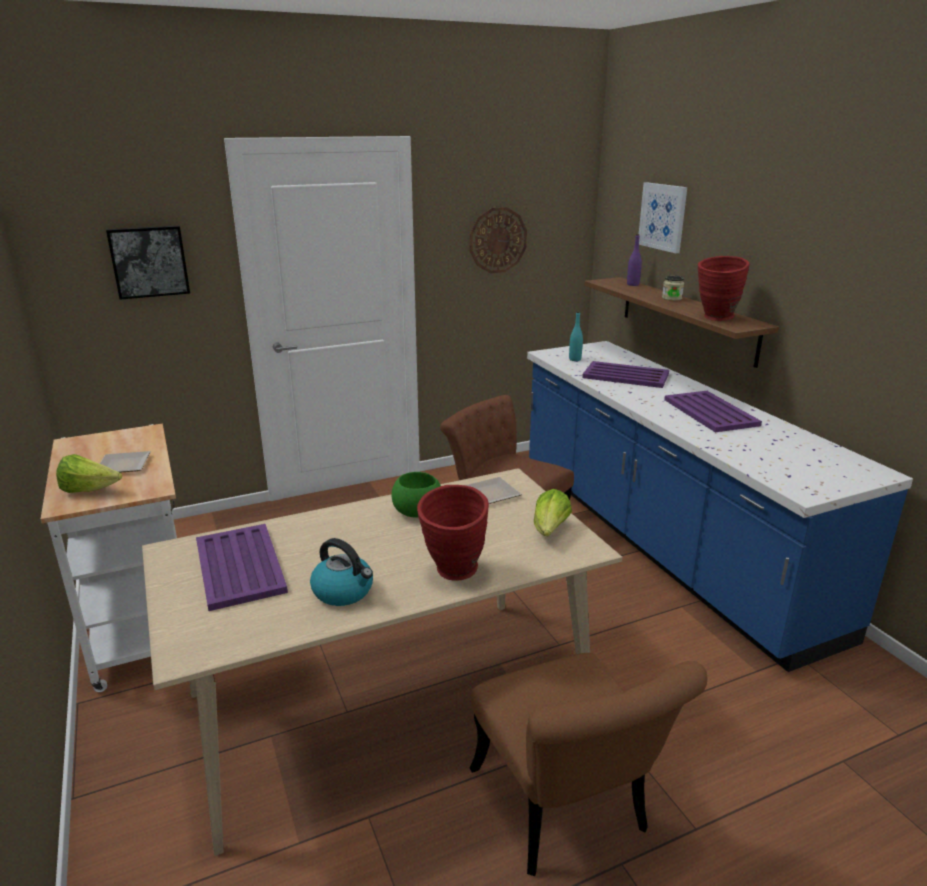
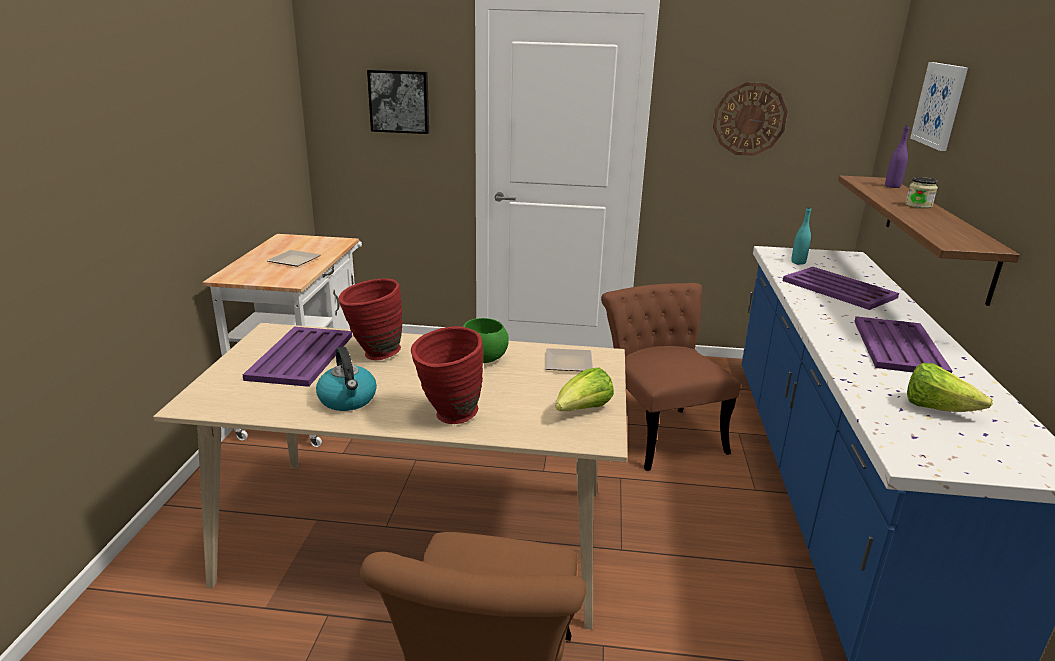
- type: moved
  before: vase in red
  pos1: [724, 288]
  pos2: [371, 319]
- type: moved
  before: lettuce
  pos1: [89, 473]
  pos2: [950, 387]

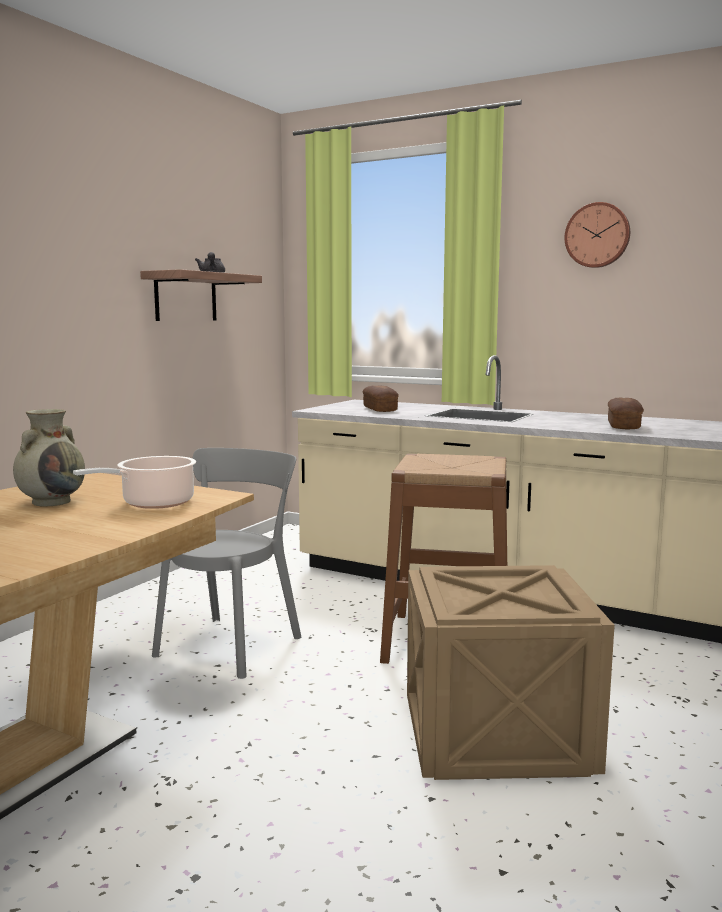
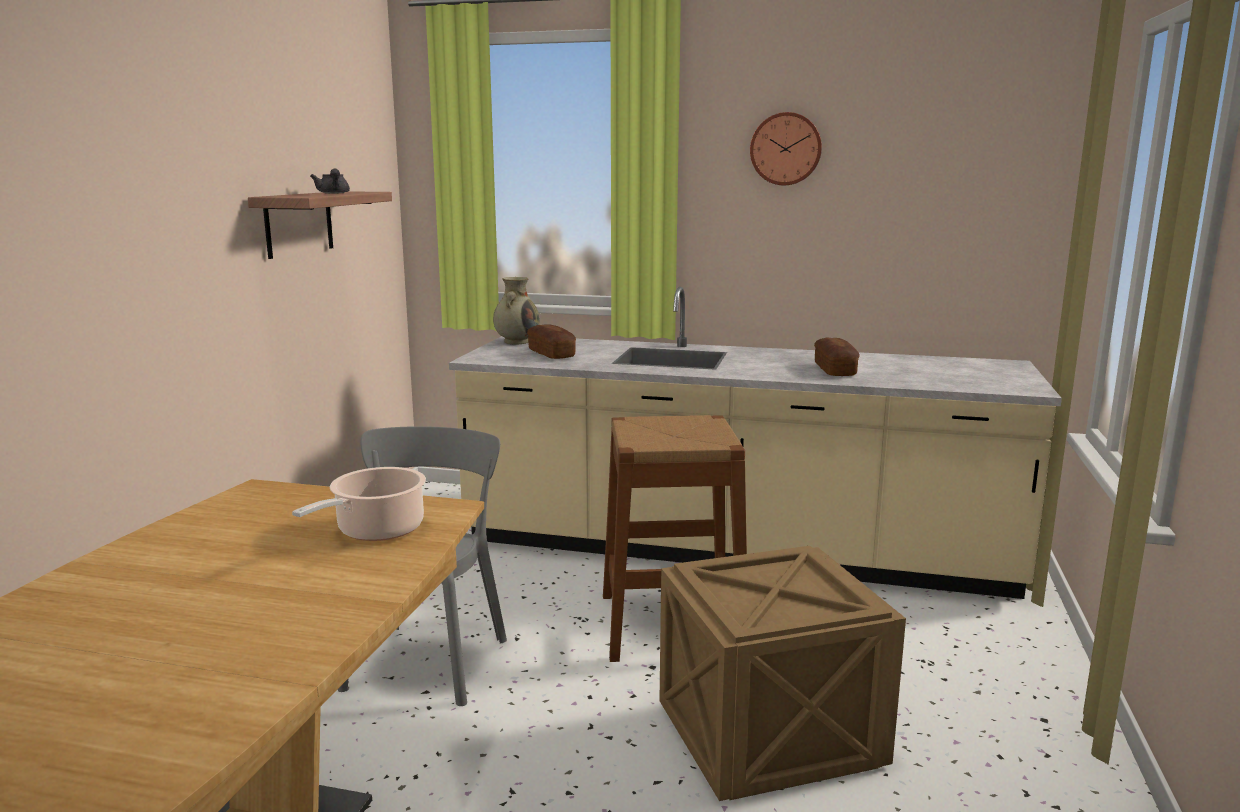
- type: moved
  before: vase in beige
  pos1: [49, 458]
  pos2: [516, 311]

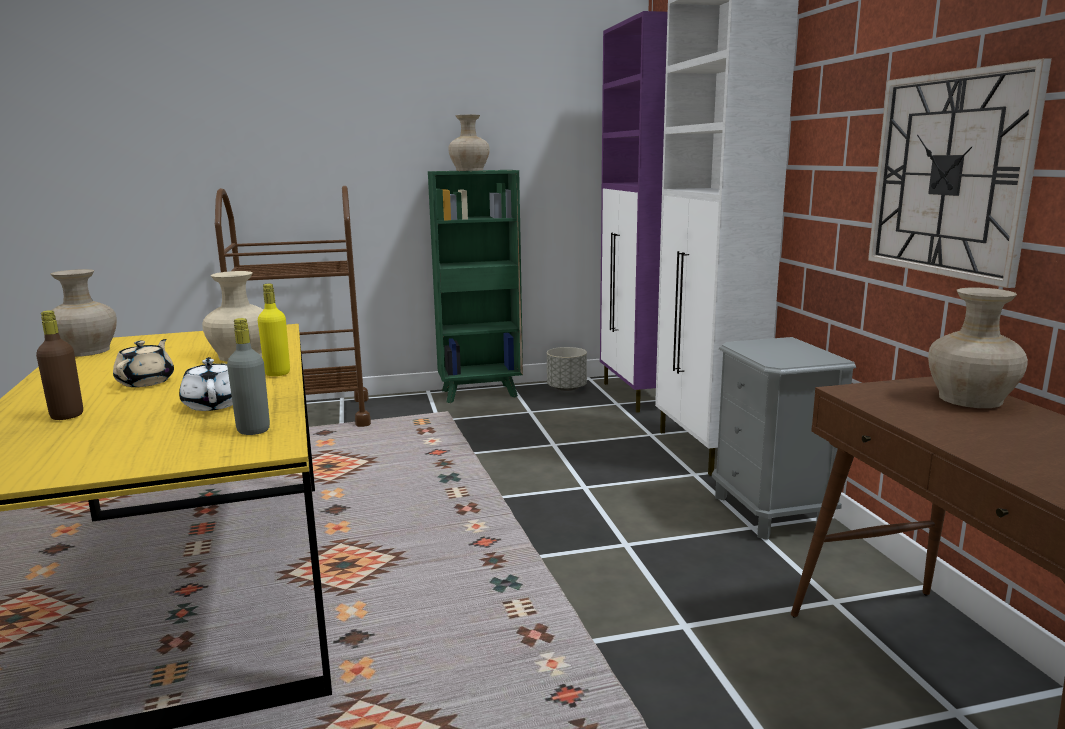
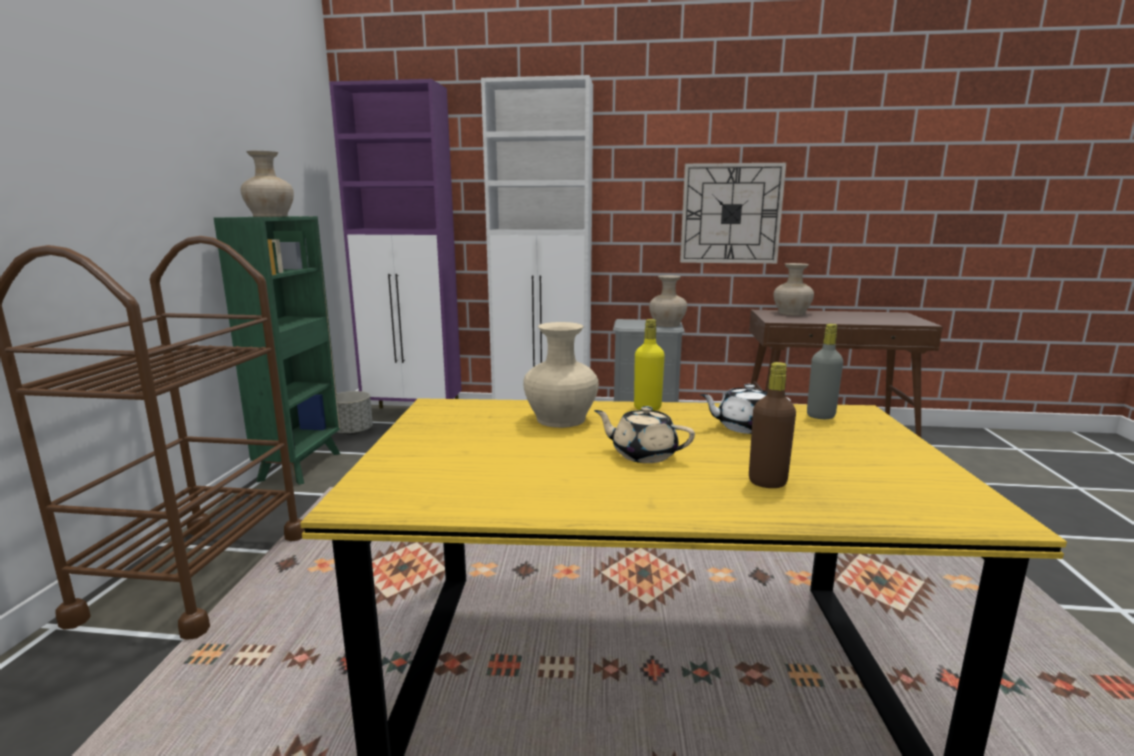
- type: moved
  before: vase in beige
  pos1: [83, 313]
  pos2: [668, 301]

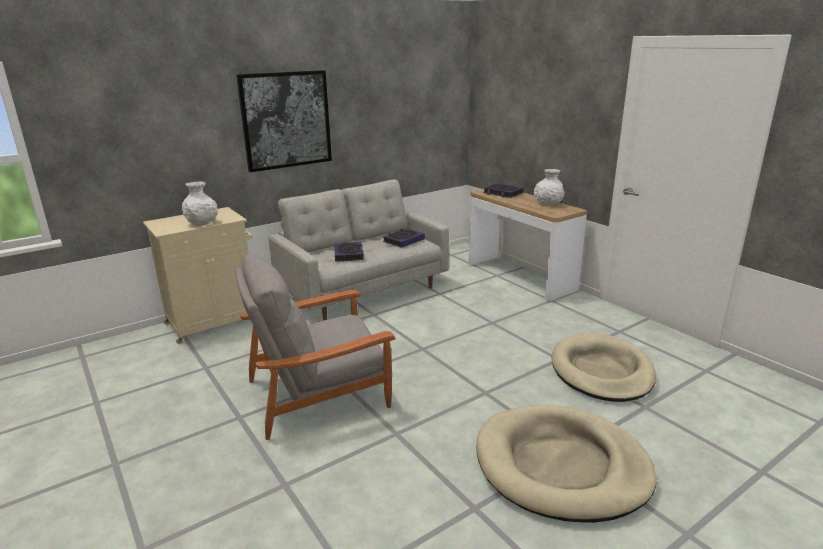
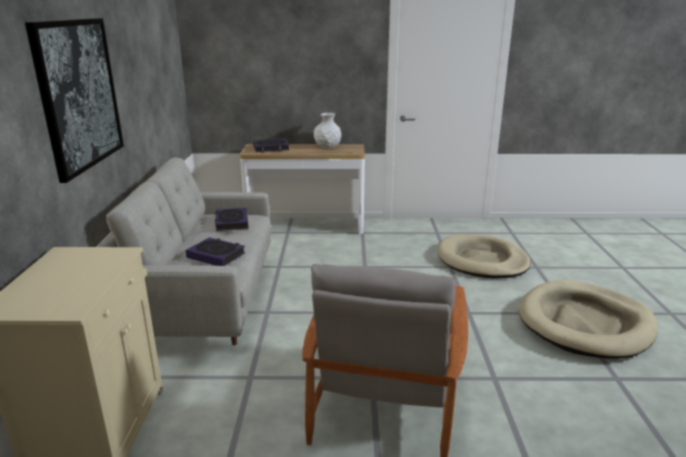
- type: removed
  before: vase in white
  pos1: [200, 204]

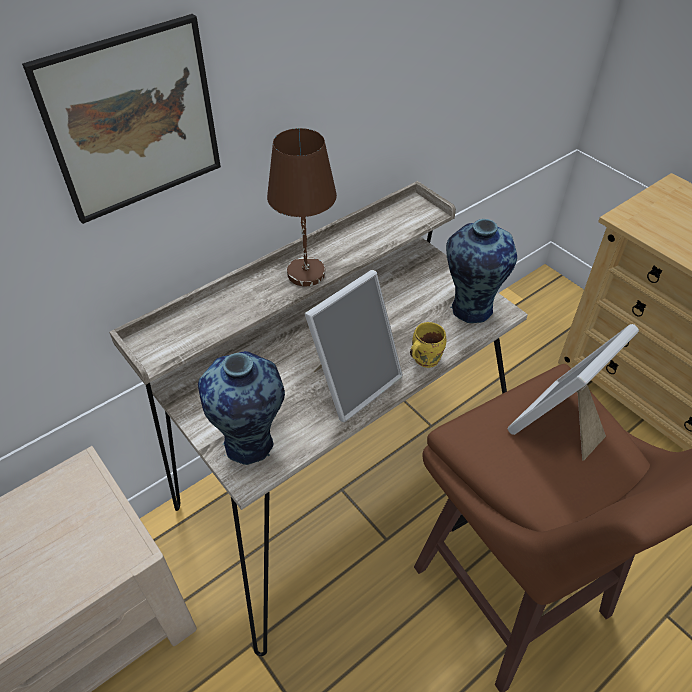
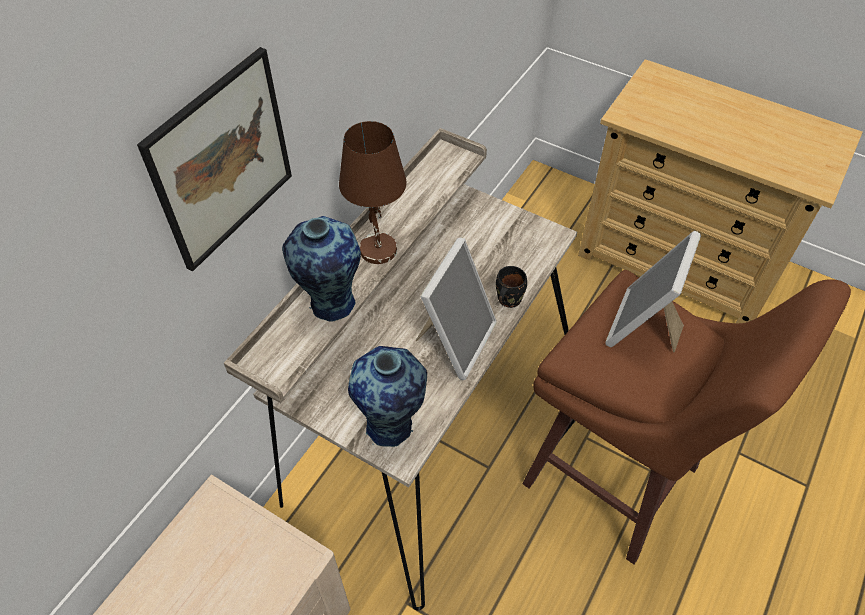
- type: moved
  before: vase
  pos1: [481, 271]
  pos2: [321, 269]
- type: recoloured
  before: mug in yellow
  after: mug in black
  pos1: [428, 345]
  pos2: [511, 287]

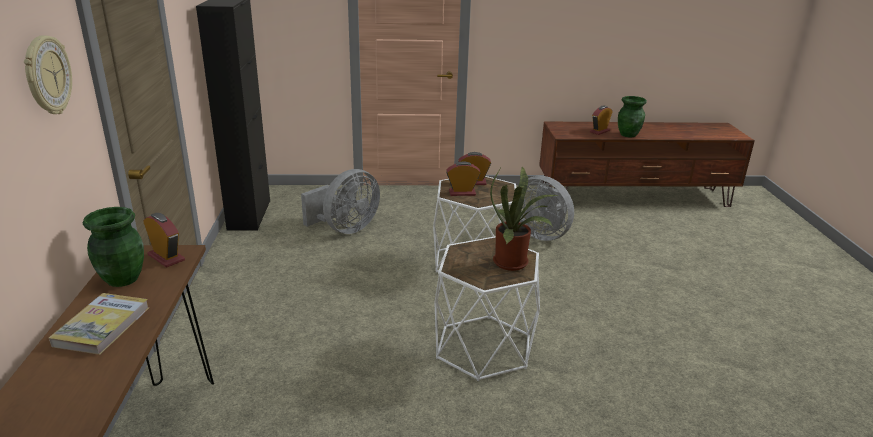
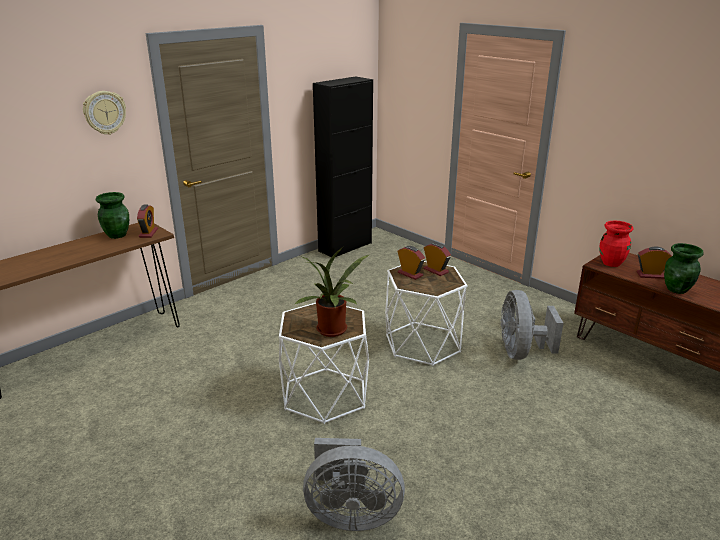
- type: moved
  before: fan in grey
  pos1: [340, 201]
  pos2: [354, 484]
- type: removed
  before: book
  pos1: [99, 324]
- type: added
  after: vase in red
  pos2: [616, 243]

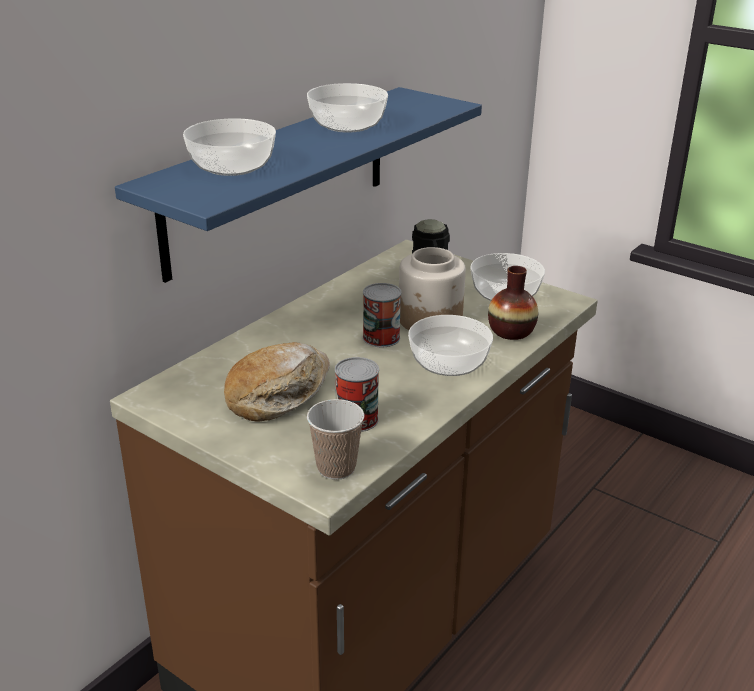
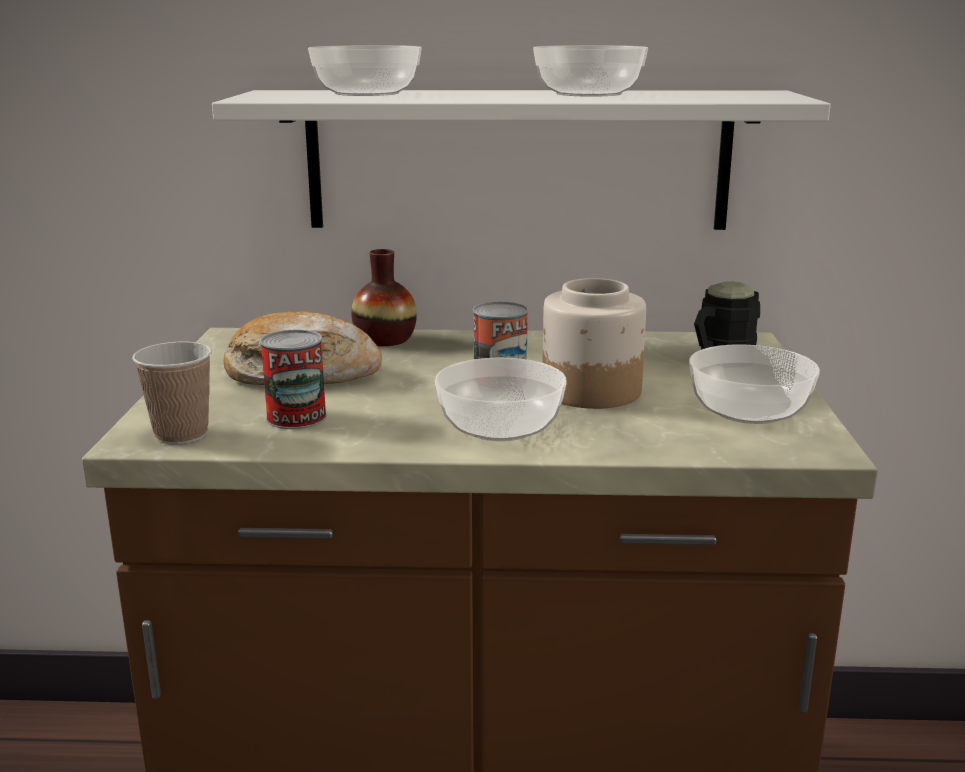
- type: recoloured
  before: shelf in blue
  after: shelf in white
  pos1: [298, 185]
  pos2: [521, 160]
- type: moved
  before: vase
  pos1: [513, 303]
  pos2: [384, 297]

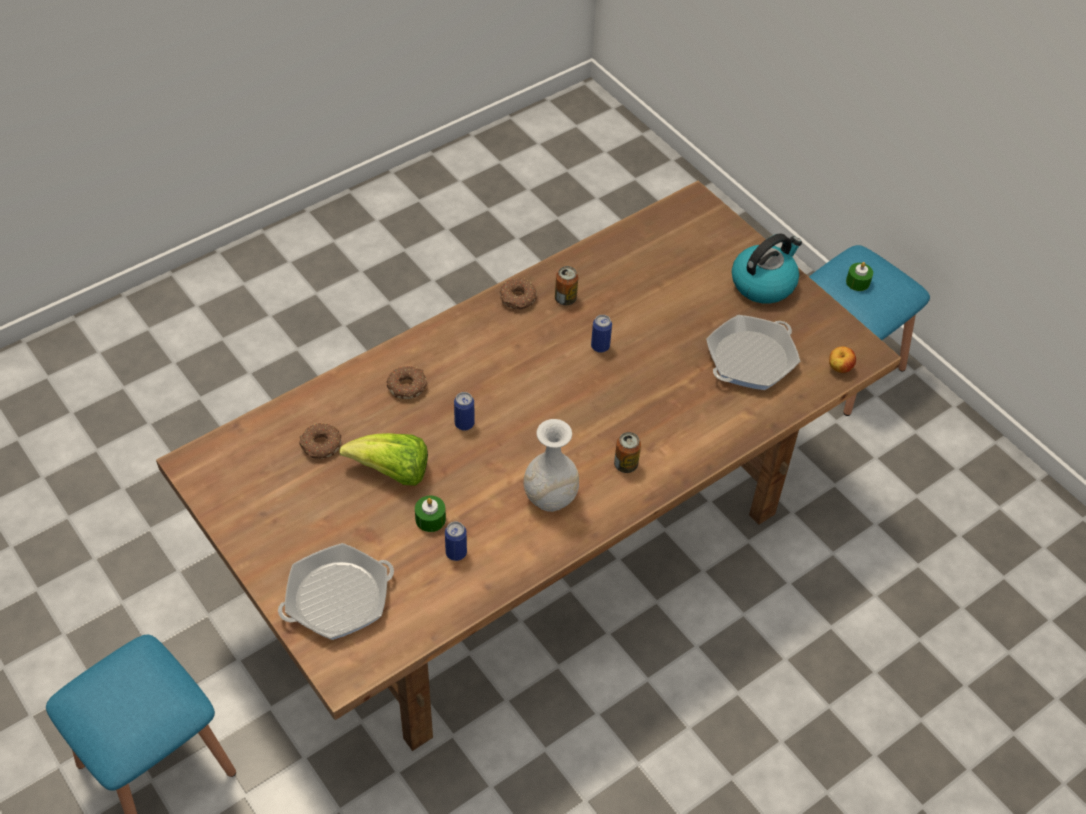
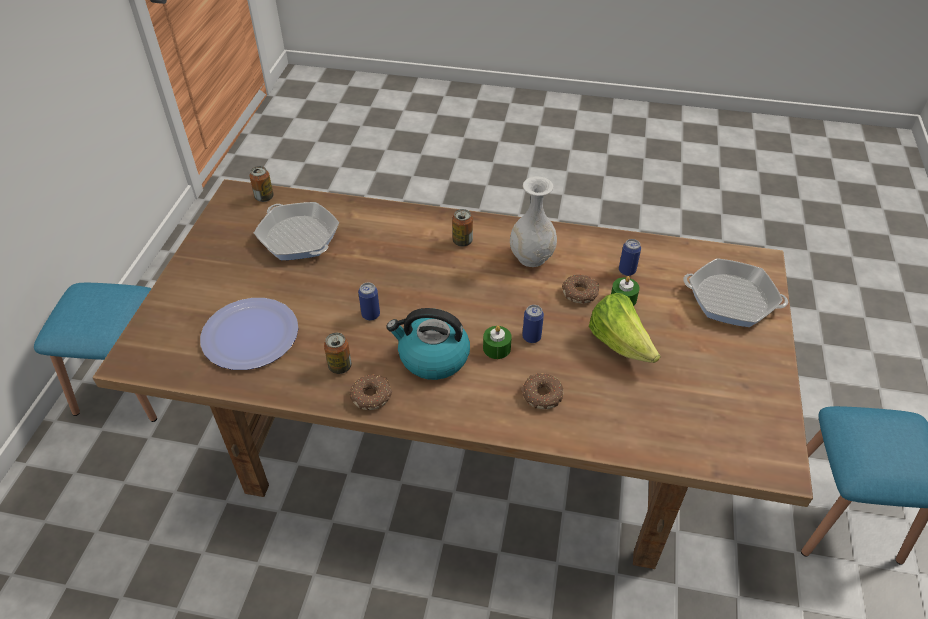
- type: moved
  before: kettle
  pos1: [767, 268]
  pos2: [428, 344]
- type: moved
  before: candle in green
  pos1: [859, 276]
  pos2: [497, 342]
- type: turned
  before: frying pan
  pos1: [753, 352]
  pos2: [296, 231]
  turn: 45
- type: replaced
  before: apple
  after: can
  pos1: [842, 360]
  pos2: [261, 184]
- type: moved
  before: donut
  pos1: [320, 441]
  pos2: [580, 289]
- type: added
  after: plate
  pos2: [249, 334]

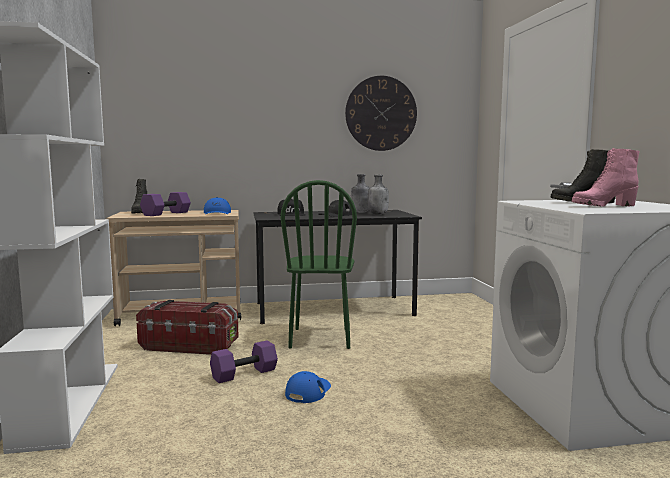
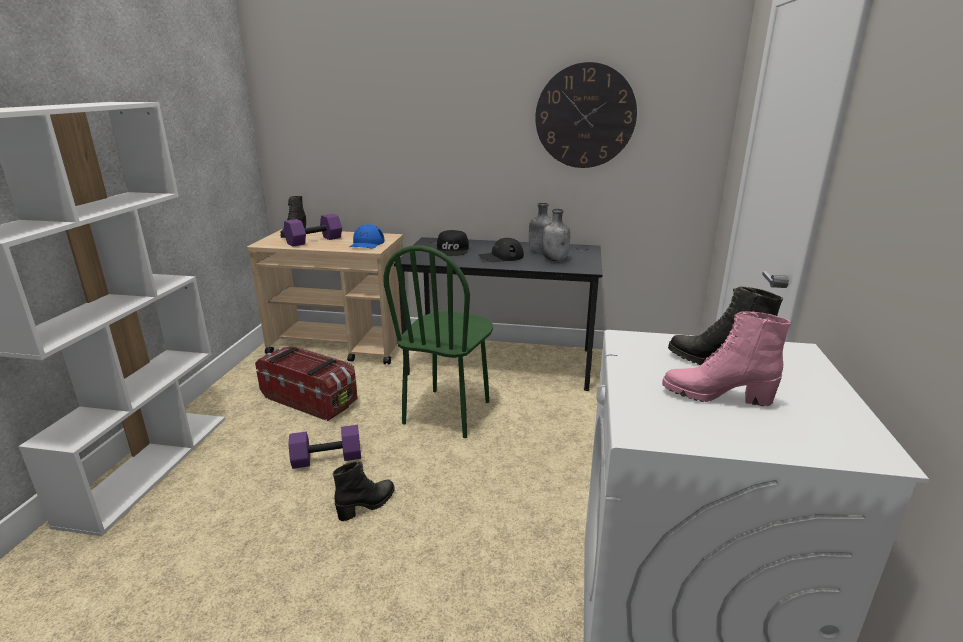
- type: replaced
  before: cap in blue
  after: boot in black
  pos1: [308, 387]
  pos2: [364, 491]

